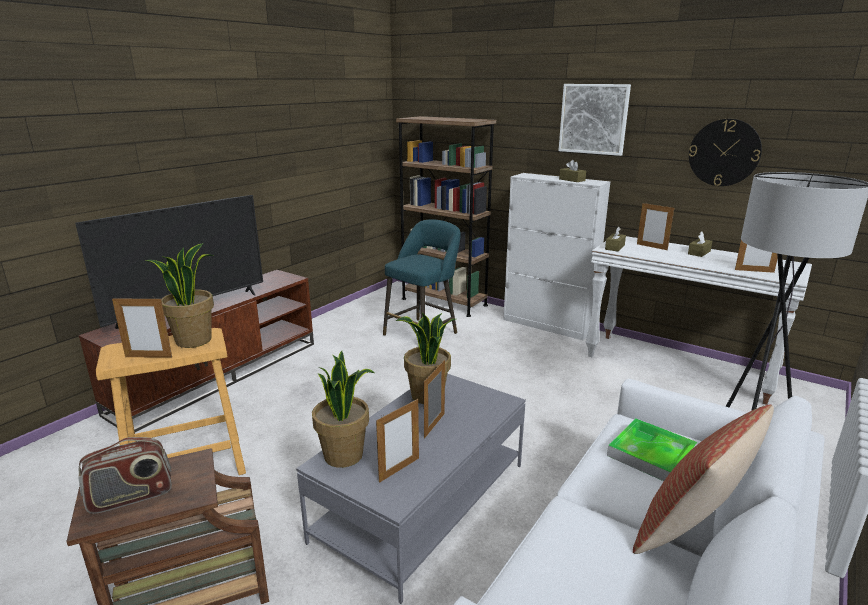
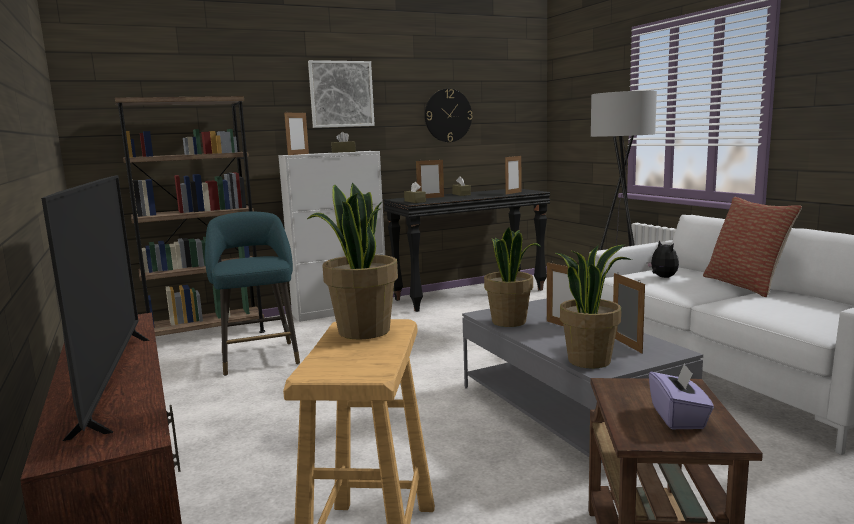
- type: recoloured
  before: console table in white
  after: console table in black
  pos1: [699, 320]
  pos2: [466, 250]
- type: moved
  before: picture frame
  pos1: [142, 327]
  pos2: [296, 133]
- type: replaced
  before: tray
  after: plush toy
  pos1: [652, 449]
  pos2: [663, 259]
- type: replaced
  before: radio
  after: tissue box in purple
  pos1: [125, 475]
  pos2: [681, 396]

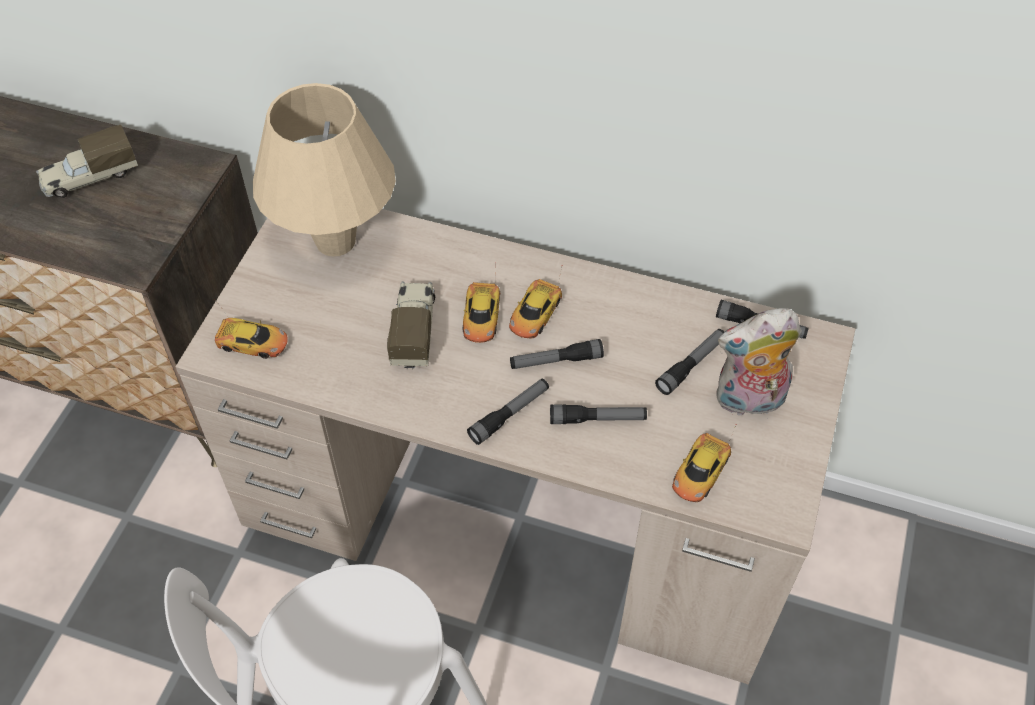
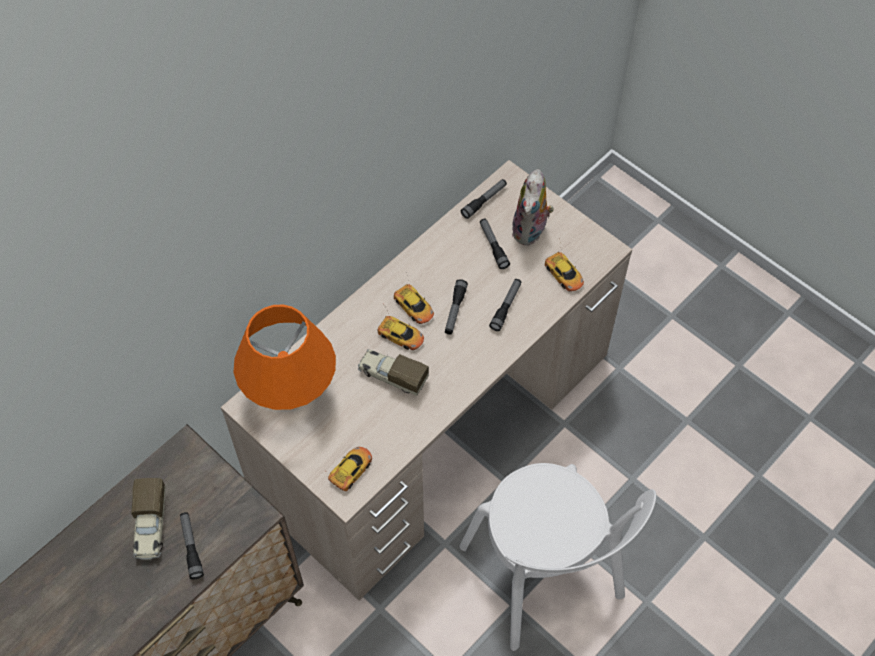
- type: recoloured
  before: table lamp in beige
  after: table lamp in orange
  pos1: [324, 170]
  pos2: [285, 357]
- type: moved
  before: flashlight
  pos1: [508, 412]
  pos2: [192, 545]

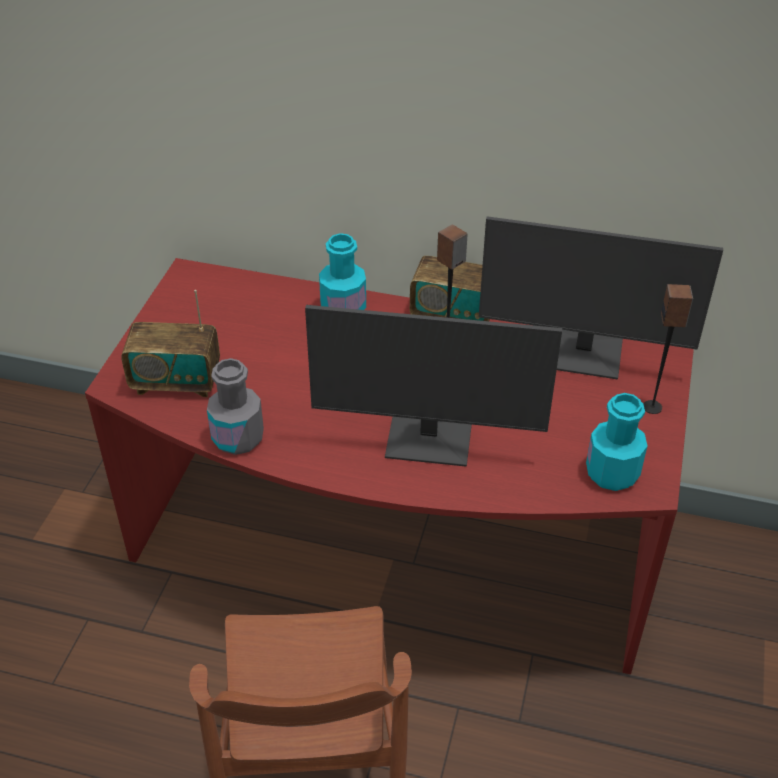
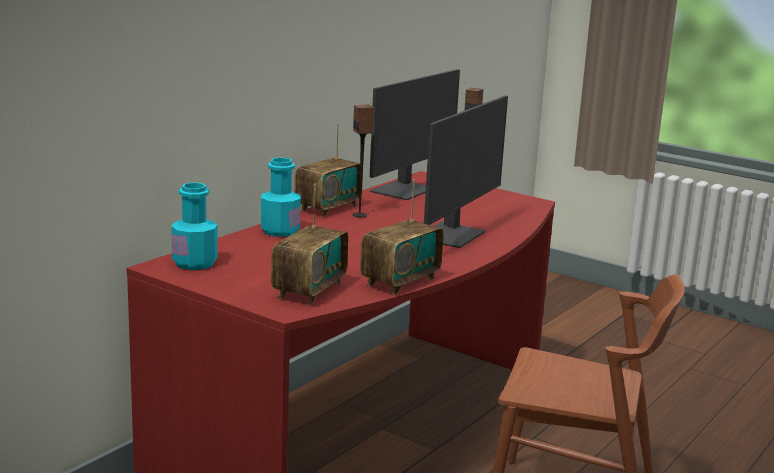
- type: replaced
  before: bottle in grey
  after: radio
  pos1: [235, 406]
  pos2: [401, 237]
- type: moved
  before: bottle in turquoise
  pos1: [616, 442]
  pos2: [194, 226]

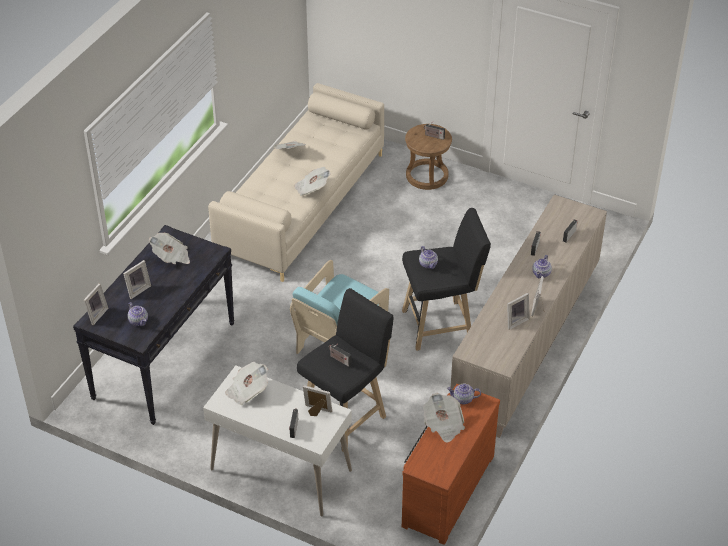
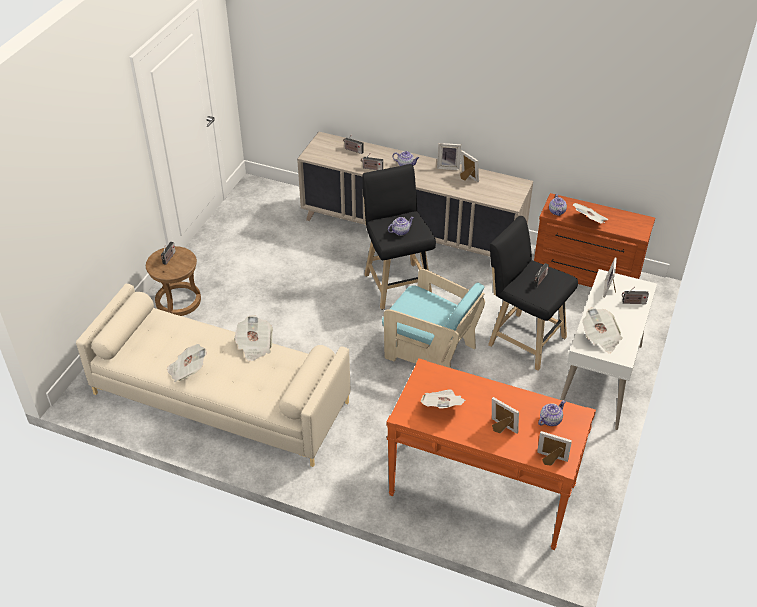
- type: recoloured
  before: console table in black
  after: console table in orange
  pos1: [154, 325]
  pos2: [491, 454]

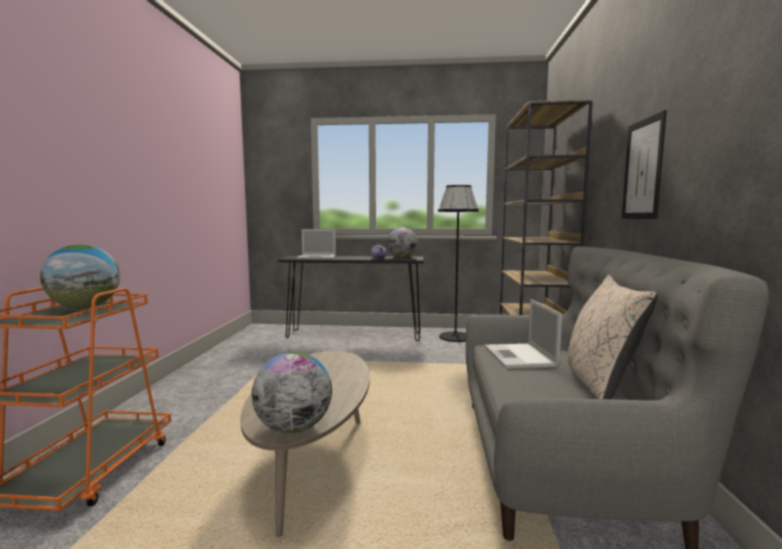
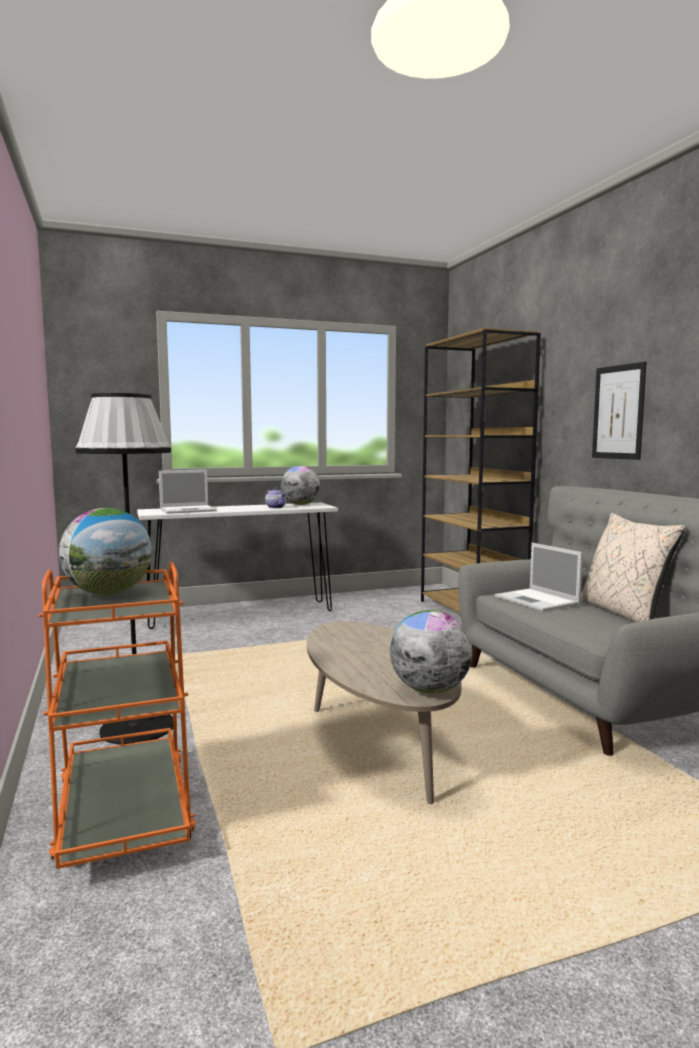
- type: moved
  before: floor lamp in black
  pos1: [458, 263]
  pos2: [124, 569]
- type: recoloured
  before: console table in black
  after: console table in white
  pos1: [351, 298]
  pos2: [237, 565]

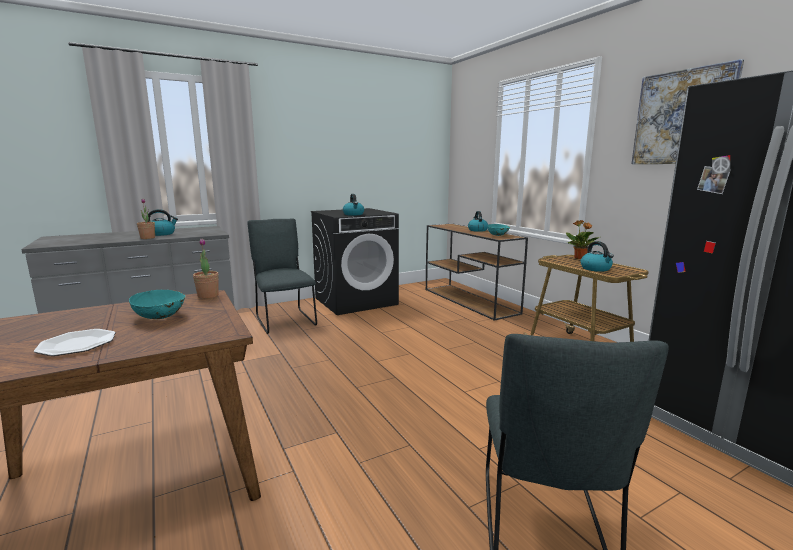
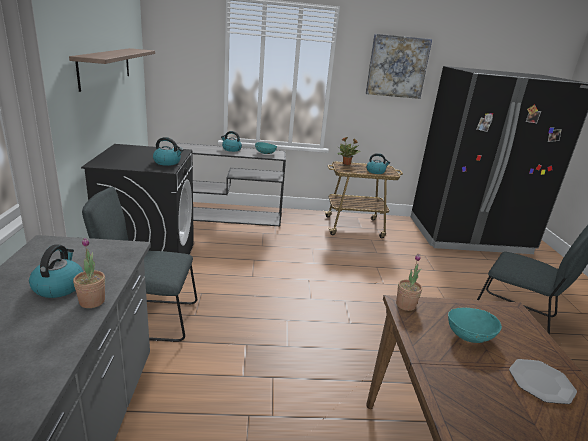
- type: recoloured
  before: console table in brown
  after: console table in grey
  pos1: [477, 272]
  pos2: [229, 184]
- type: added
  after: shelf
  pos2: [112, 70]

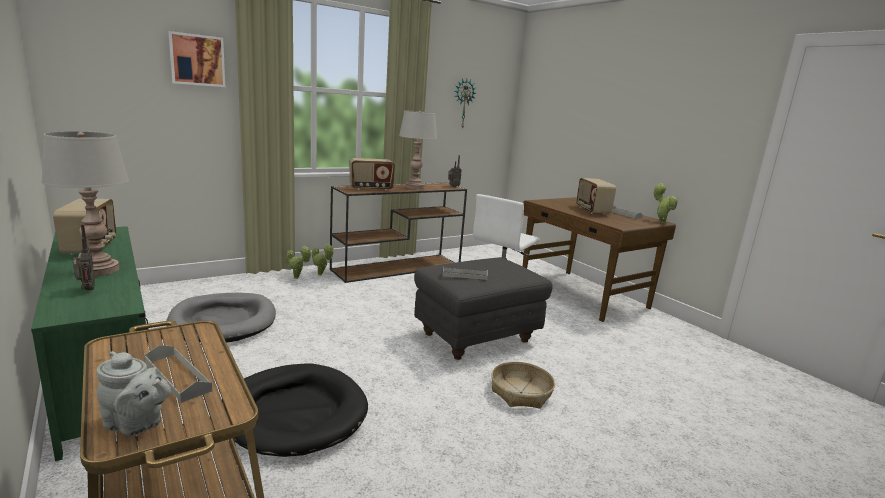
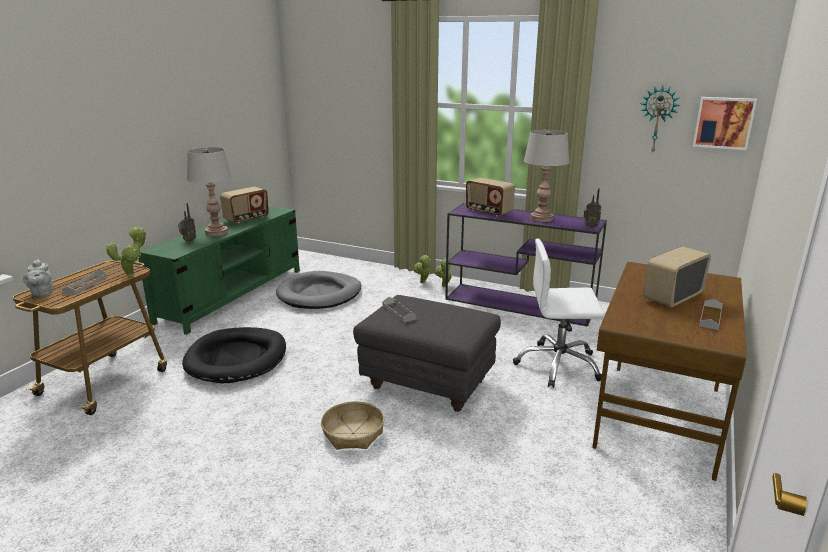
- type: moved
  before: picture
  pos1: [196, 59]
  pos2: [725, 123]
- type: recoloured
  before: console table in brown
  after: console table in purple
  pos1: [398, 233]
  pos2: [526, 265]
- type: moved
  before: potted plant
  pos1: [665, 203]
  pos2: [126, 251]

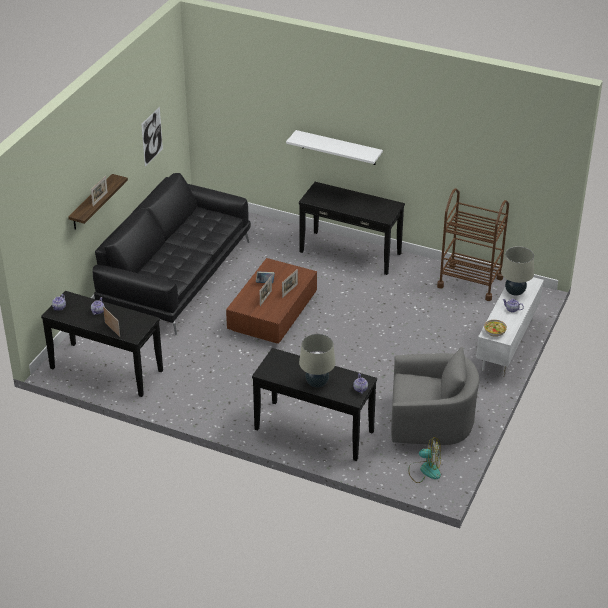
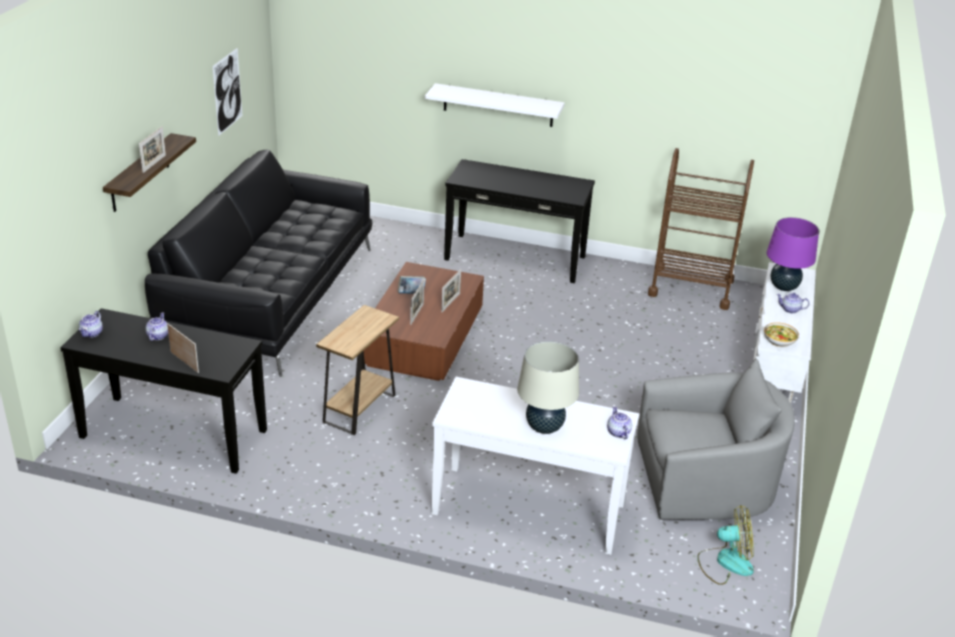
- type: recoloured
  before: table lamp in beige
  after: table lamp in purple
  pos1: [517, 271]
  pos2: [793, 254]
- type: recoloured
  before: console table in black
  after: console table in white
  pos1: [314, 404]
  pos2: [535, 466]
- type: added
  after: side table in brown
  pos2: [357, 370]

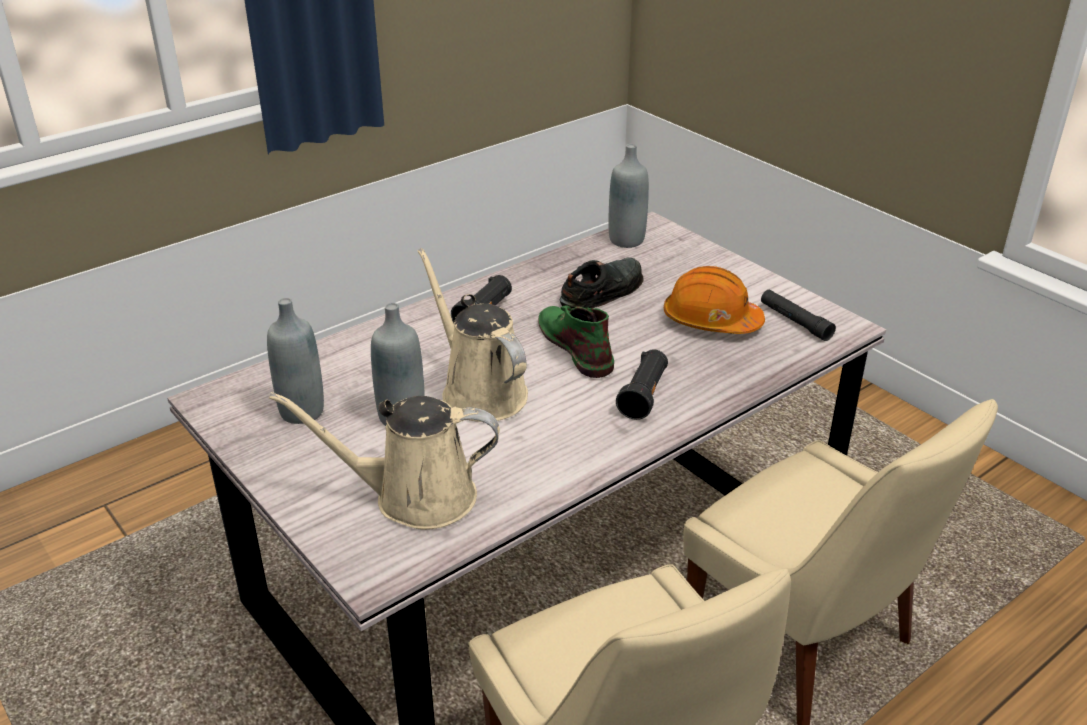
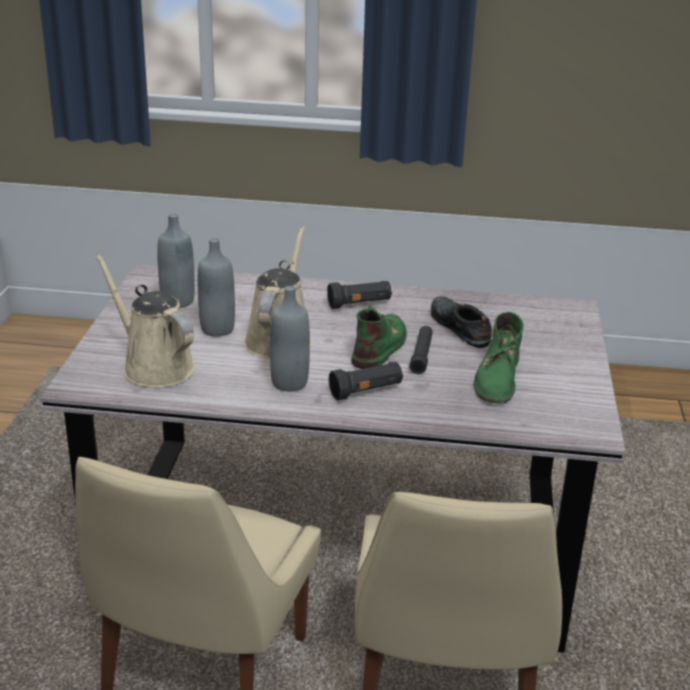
- type: moved
  before: bottle in grey
  pos1: [629, 196]
  pos2: [290, 338]
- type: turned
  before: shoe in black
  pos1: [602, 283]
  pos2: [461, 322]
  turn: -120
- type: replaced
  before: hard hat in orange
  after: boot in green
  pos1: [714, 300]
  pos2: [499, 358]
- type: moved
  before: flashlight in black
  pos1: [798, 315]
  pos2: [421, 350]

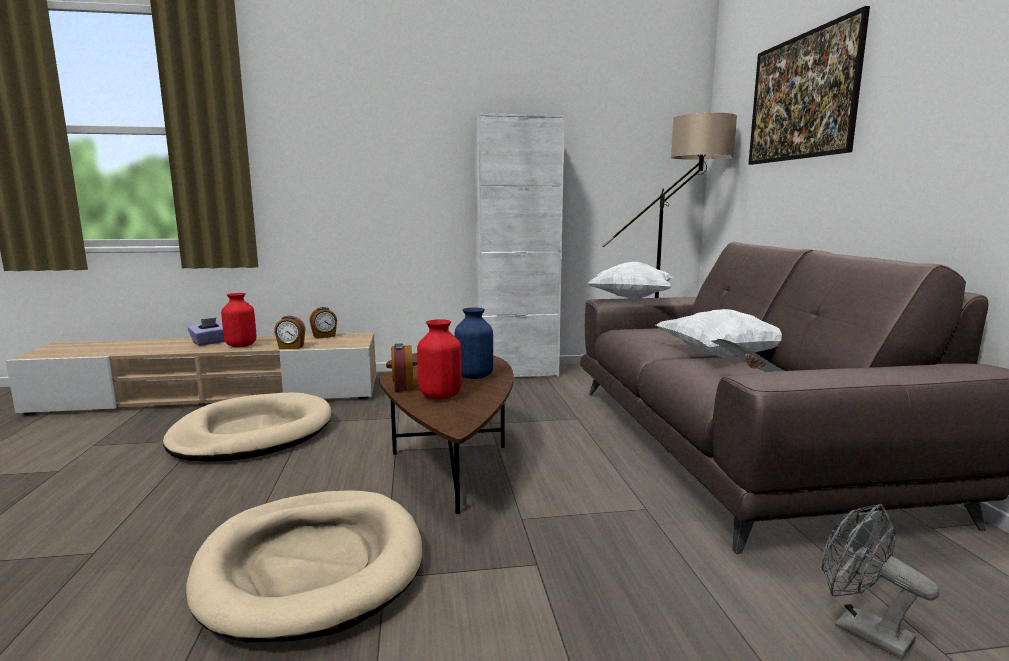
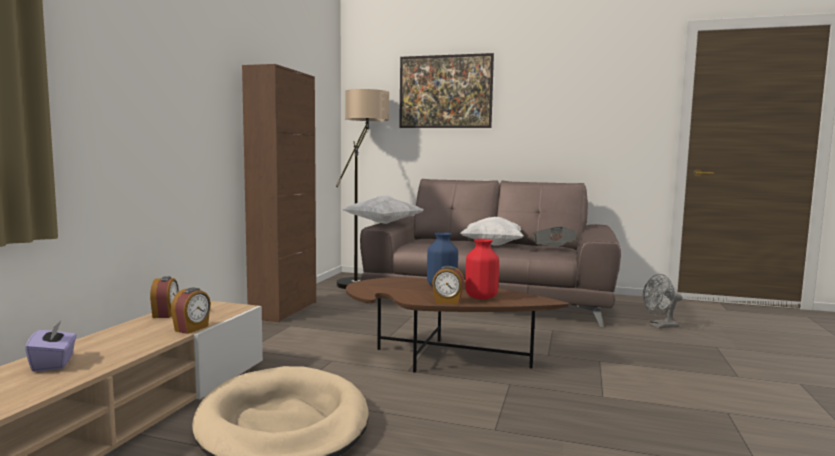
- type: recoloured
  before: cabinet in white
  after: cabinet in brown
  pos1: [519, 245]
  pos2: [279, 193]
- type: removed
  before: vase in red
  pos1: [239, 320]
- type: removed
  before: dog bed in beige
  pos1: [304, 566]

